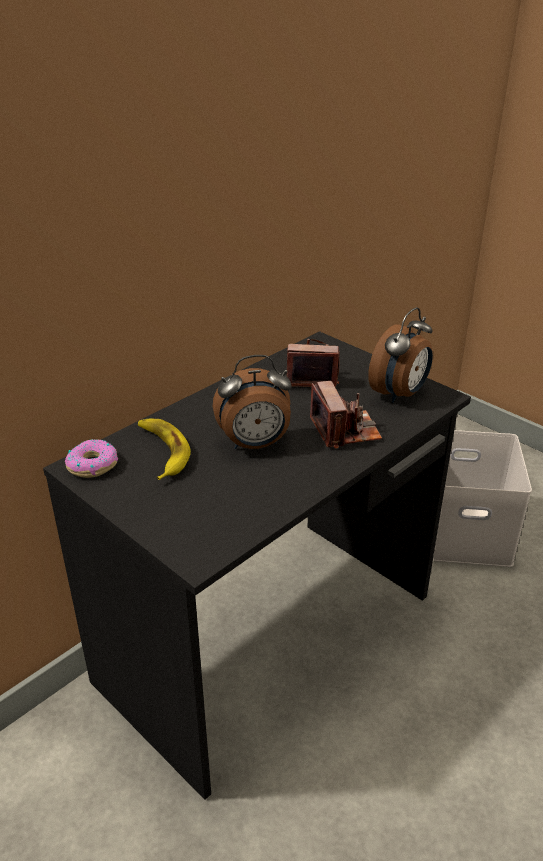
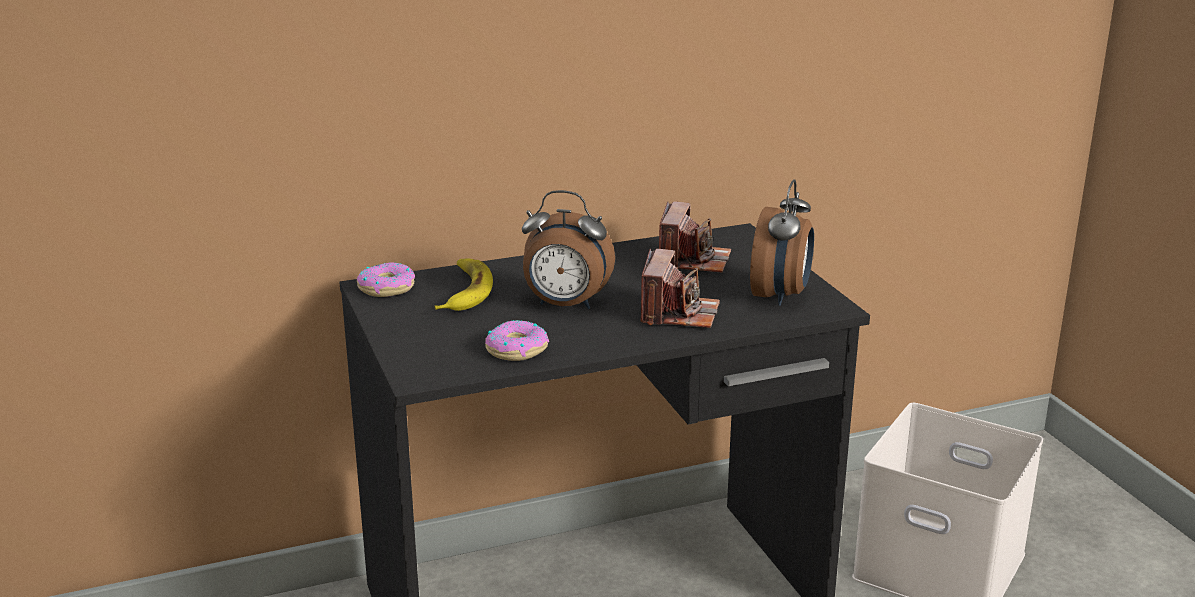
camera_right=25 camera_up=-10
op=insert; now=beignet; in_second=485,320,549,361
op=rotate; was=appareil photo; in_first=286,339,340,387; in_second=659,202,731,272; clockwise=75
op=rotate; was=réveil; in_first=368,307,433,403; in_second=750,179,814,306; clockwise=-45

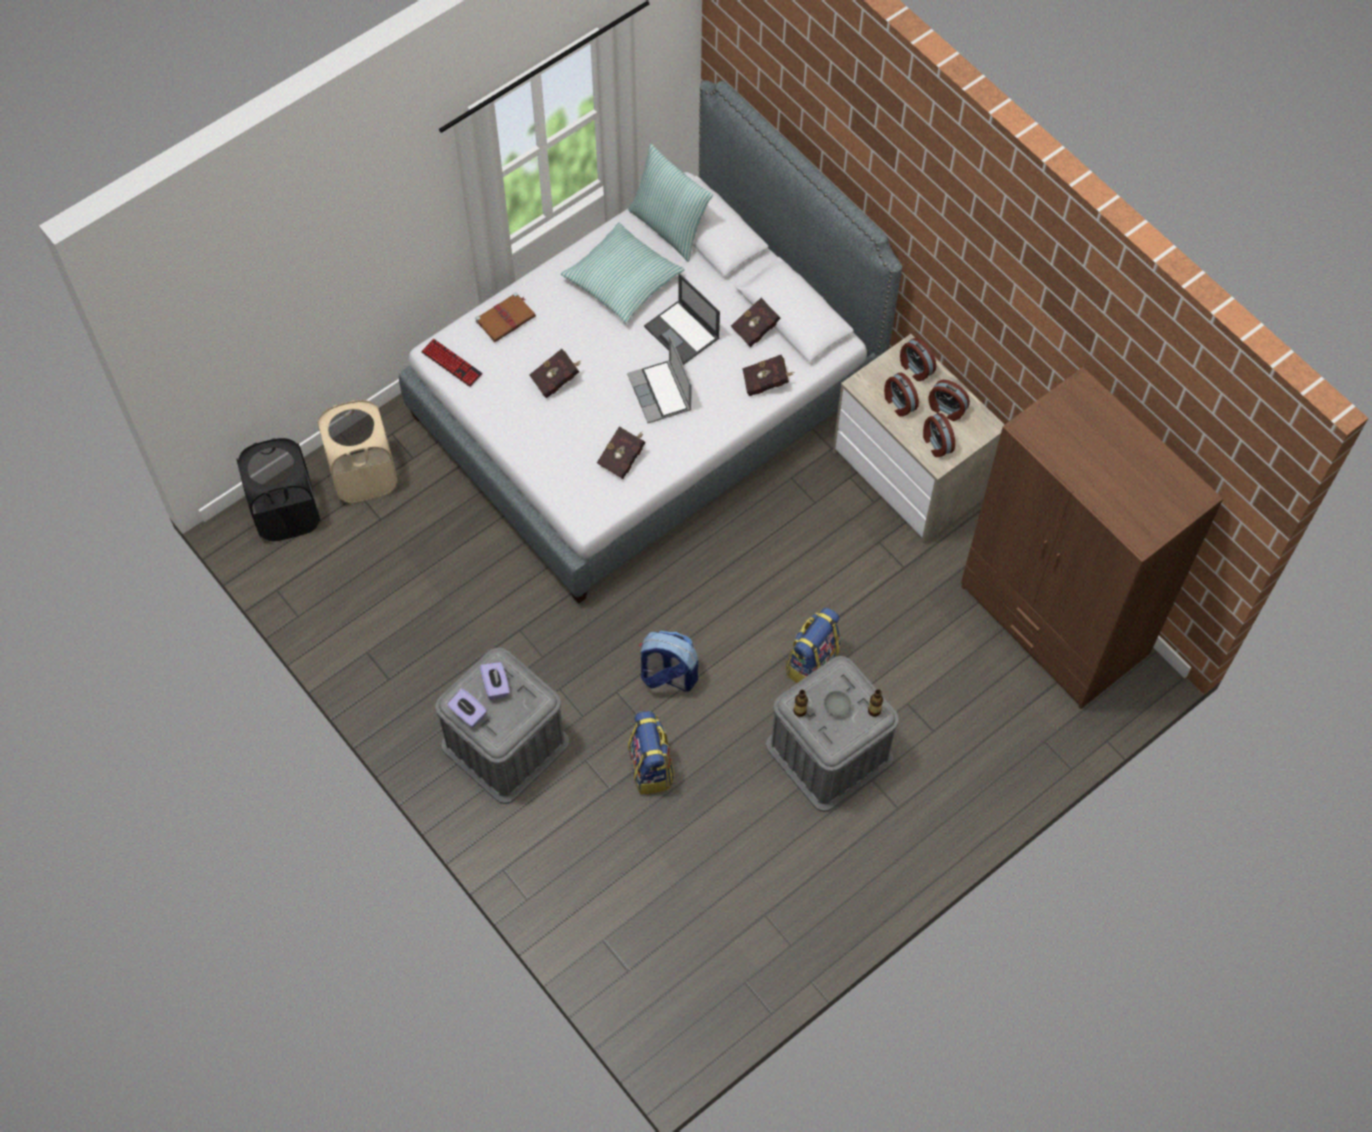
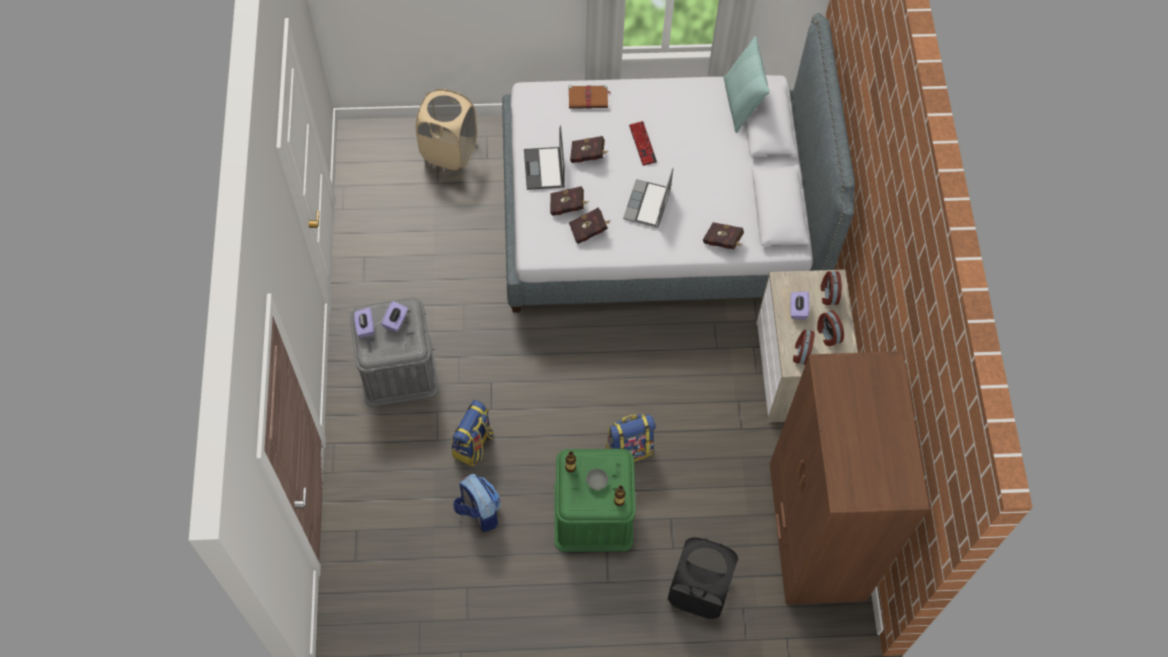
camera_right=35 camera_up=0
op=delete; was=coussin; in_first=561,223,685,323
op=move; was=panier à linge [noir]; in_first=237,438,321,541; in_second=668,537,738,619
op=move; was=clavier; in_first=421,339,483,387; in_second=629,121,657,166
op=move; was=sac à dos; in_first=639,631,698,692; in_second=454,474,501,532
op=move; was=ordinateur portable; in_first=644,273,720,365; in_second=524,126,565,190
op=move; was=livre [rouge]; in_first=731,298,780,347; in_second=550,186,590,216
op=replace; was=réveil; now=boîte à mouchoirs [violet]; in_first=884,372,919,417; in_second=790,291,809,320
op=recolor; was=boîte de rangement [gris]; now=boîte de rangement [vert]; in_first=766,656,899,812; in_second=555,449,636,552

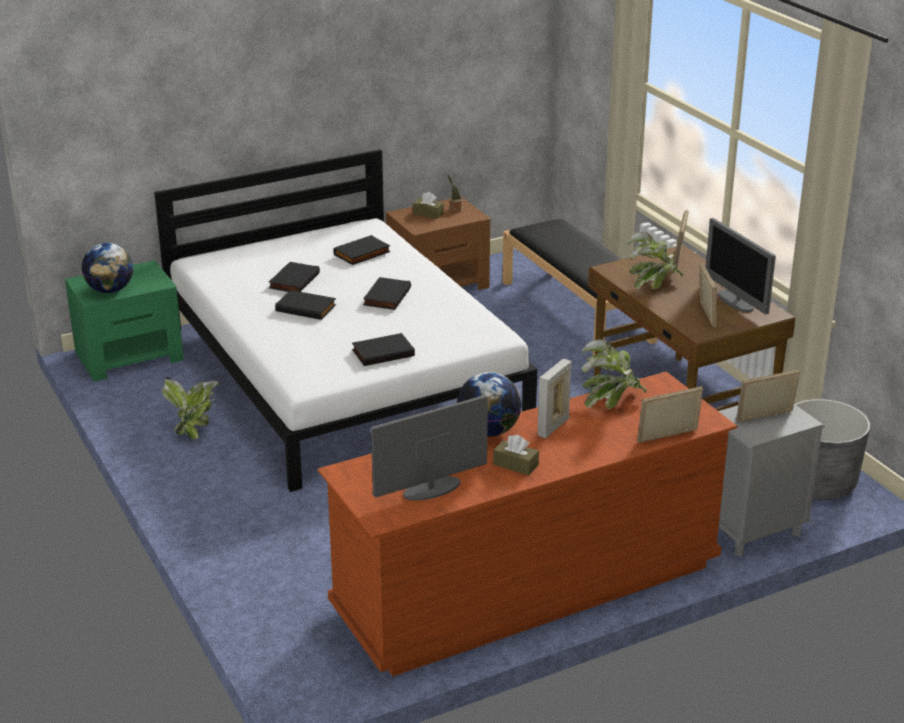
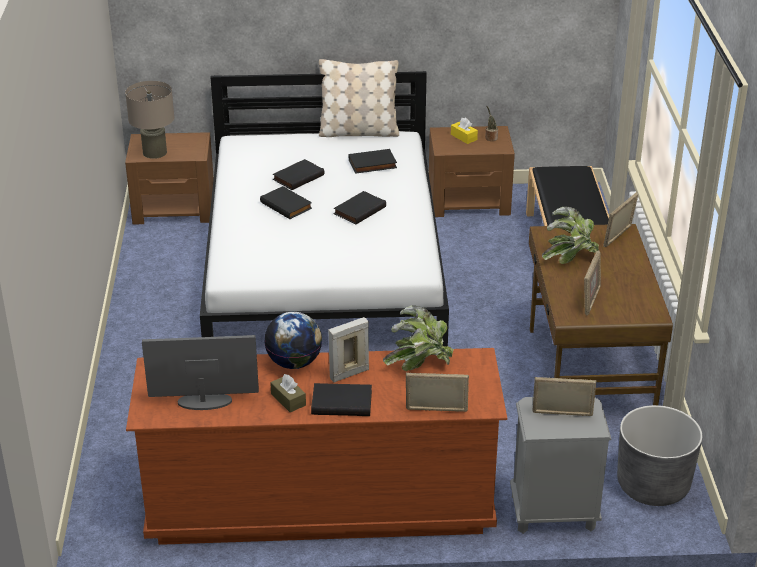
camera_right=25 camera_up=5
op=delete; was=plante en pot; in_first=162,377,219,439
op=delete; was=écran d'ordinateur; in_first=705,218,776,315
op=insert; now=coussin [beige]; in_second=319,59,399,137
op=move; was=livre [noir]; in_first=352,333,415,366; in_second=311,383,372,416
op=replace; was=globe; now=lampe de table [beige]; in_first=82,243,133,293; in_second=125,81,174,159
op=recolor; was=table de chevet [vert]; now=table de chevet [marron]; in_first=65,260,184,381; in_second=125,132,214,224
op=recolor; was=boîte à mouchoirs [marron]; now=boîte à mouchoirs [jaune]; in_first=413,192,444,219; in_second=451,118,478,144

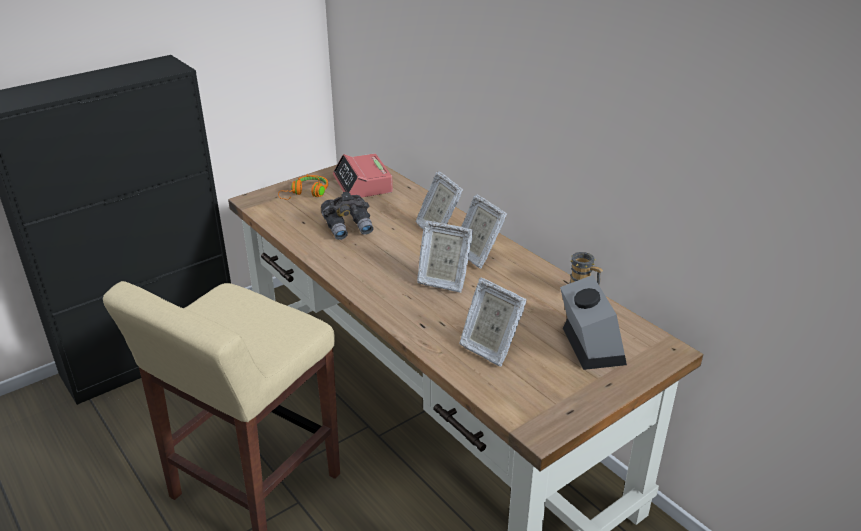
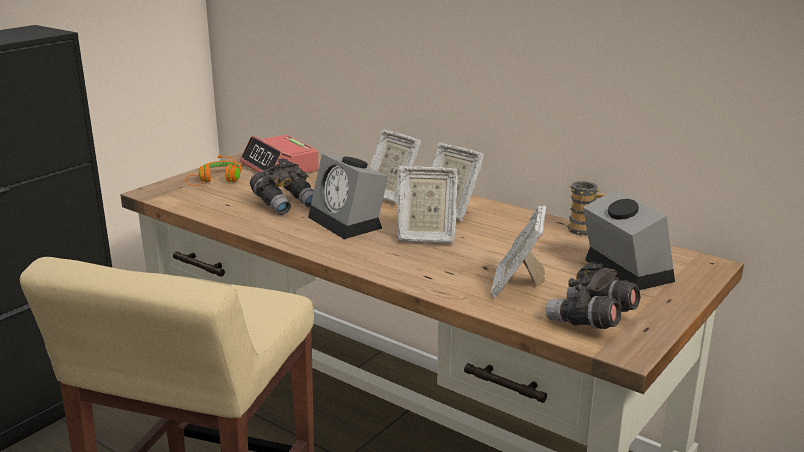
camera_right=-15 camera_up=-10
op=insert; now=réveil; in_second=308,154,388,239
op=insert; now=jumelles [gris]; in_second=546,262,641,329
op=rotate; was=cadre photo; in_first=459,278,527,366; in_second=491,205,546,298; clockwise=75

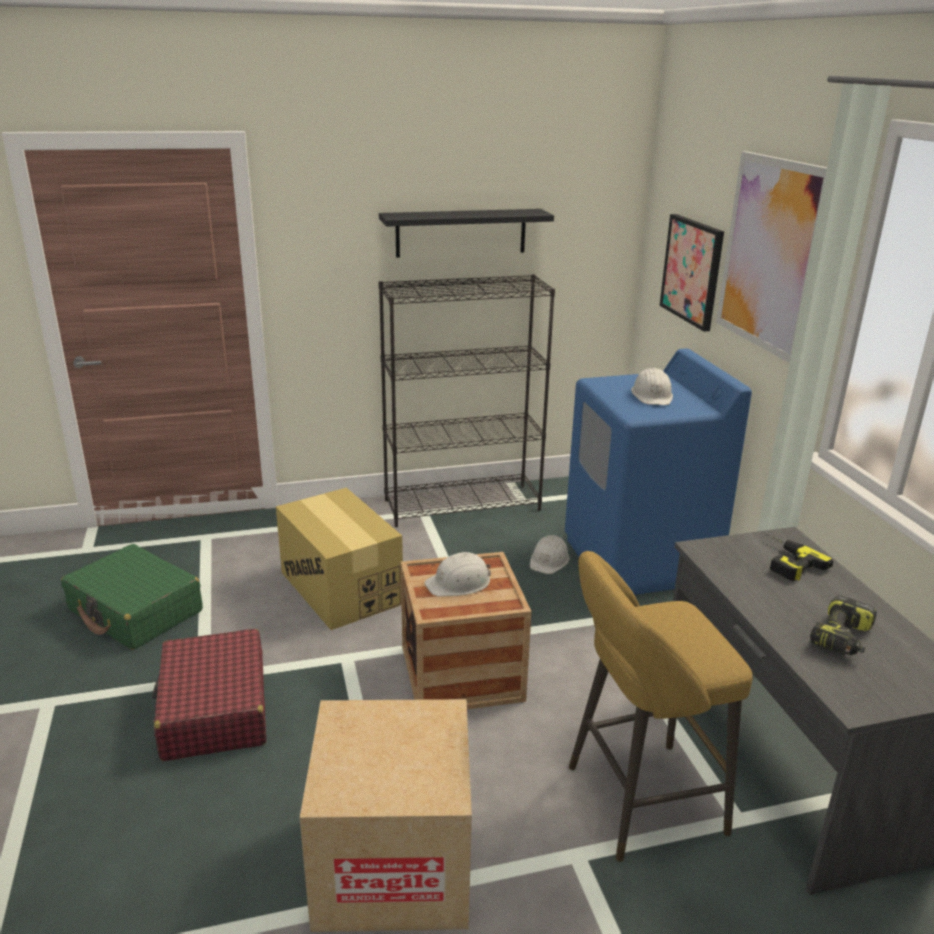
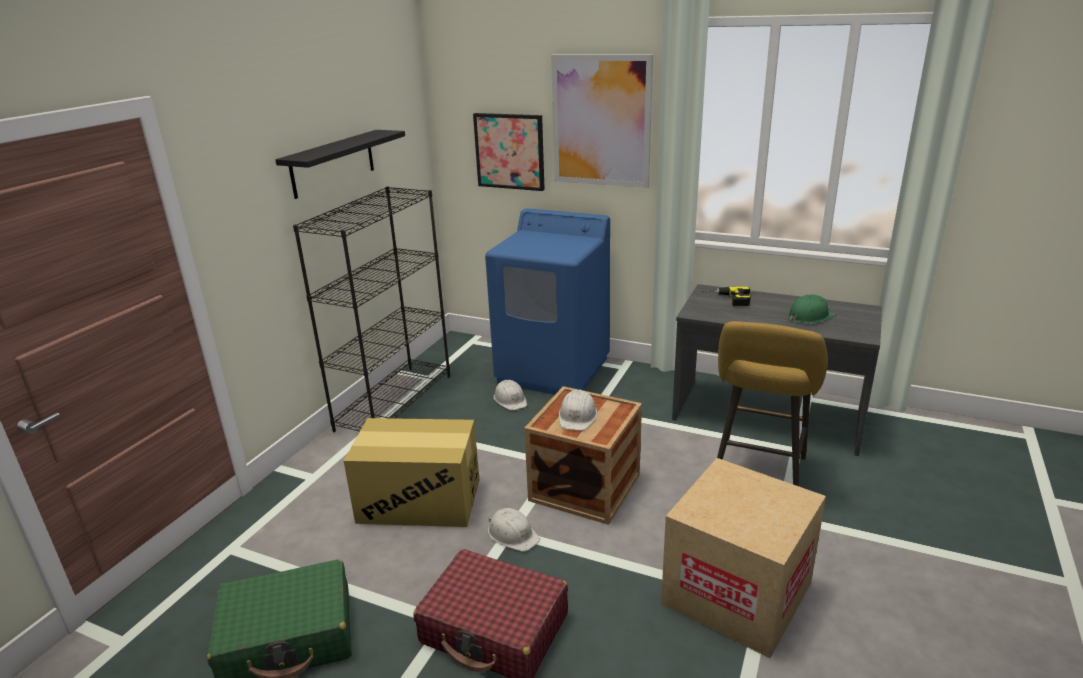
camera_right=-50 camera_up=0
op=move; was=casque de chantier [blanc]; in_first=631,368,673,405; in_second=488,508,540,552
op=replace; was=perceuse; now=casque de chantier [vert]; in_first=810,596,877,655; in_second=788,294,835,323

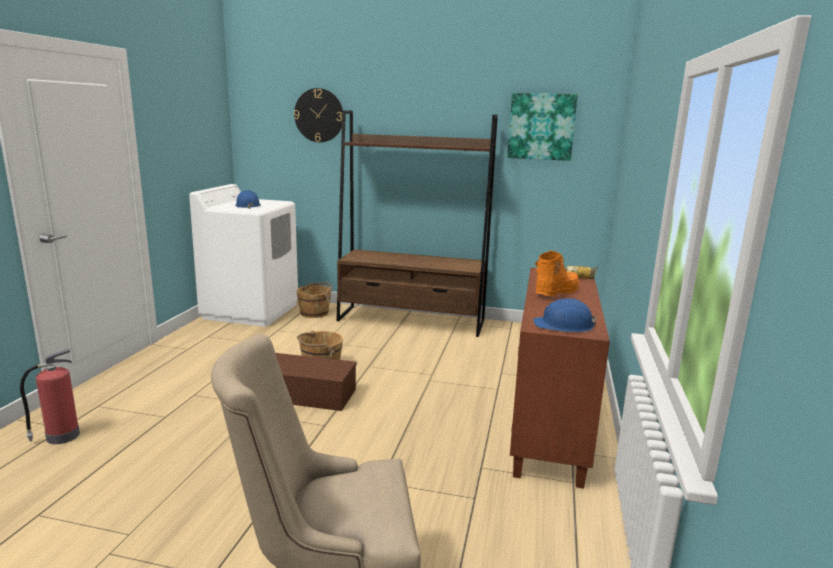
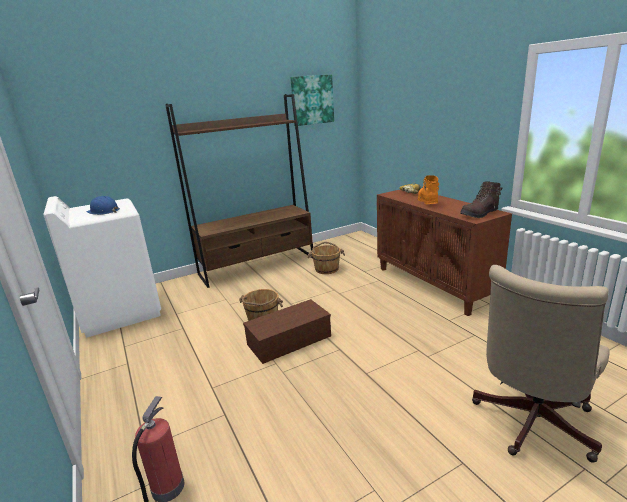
camera_right=-40 camera_up=5
op=delete; was=horloge murale; in_first=294,88,343,142
op=move; was=seau [marron]; in_first=296,282,332,318; in_second=308,242,345,274
op=replace; was=casque de chantier [bleu]; now=botte [marron]; in_first=533,298,597,332; in_second=460,181,502,218

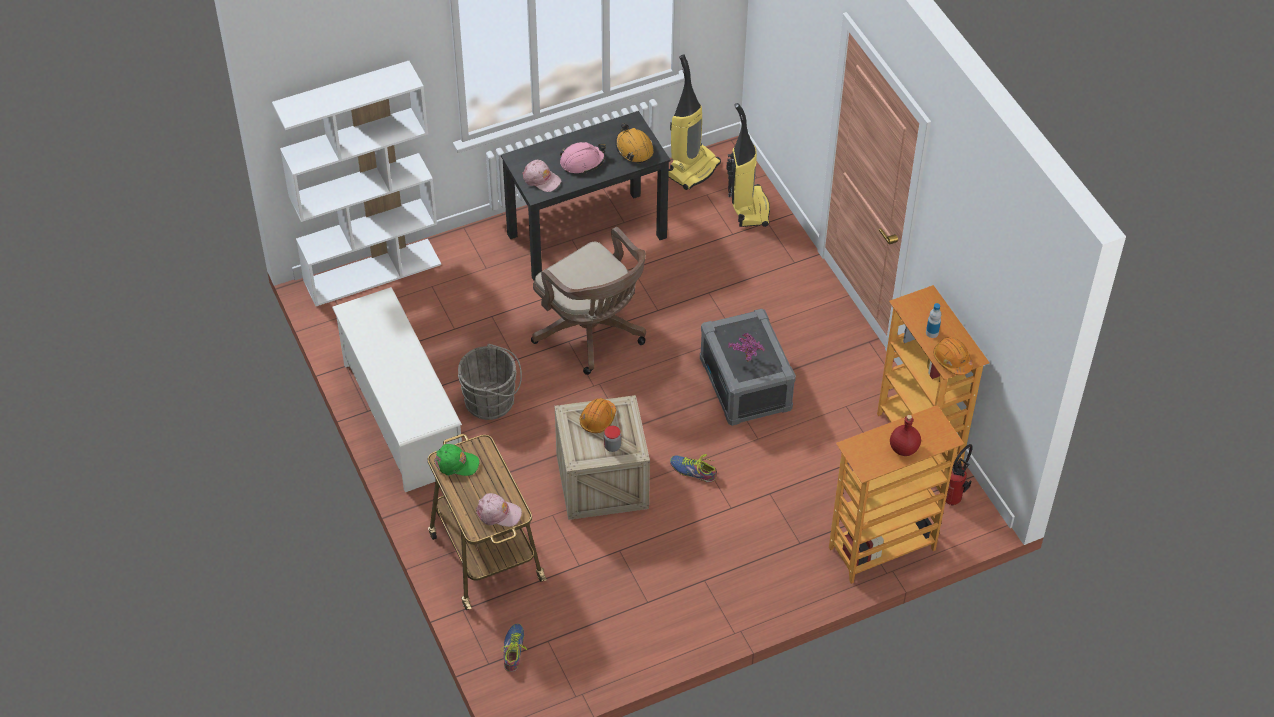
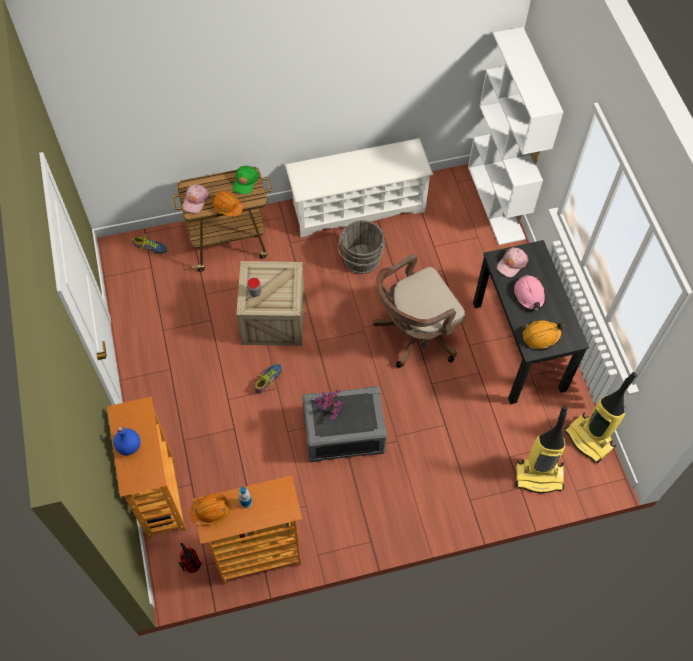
camera_right=100 camera_up=10
op=move; was=casque de chantier [orange]; in_first=580,398,616,433; in_second=212,191,243,217
op=recolor; was=bouteille [rouge]; now=bouteille [bleu]; in_first=890,415,921,456; in_second=113,426,141,455

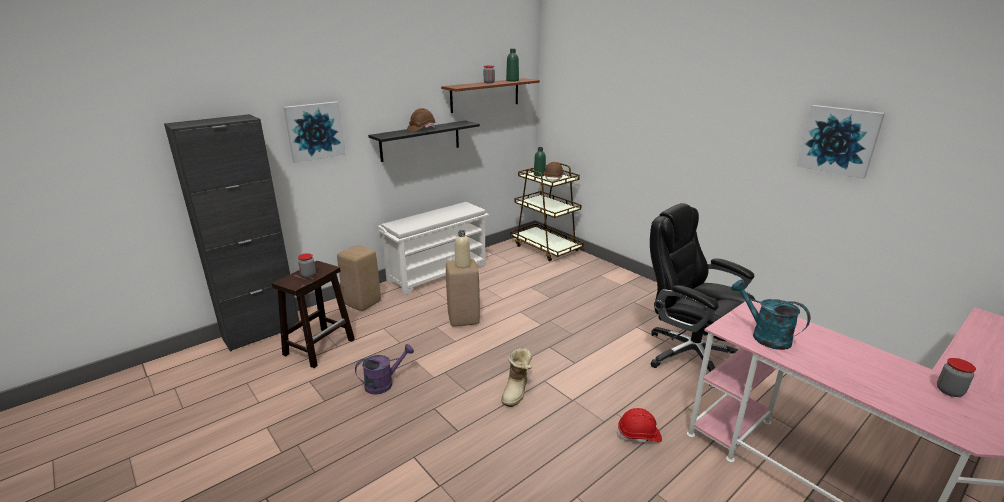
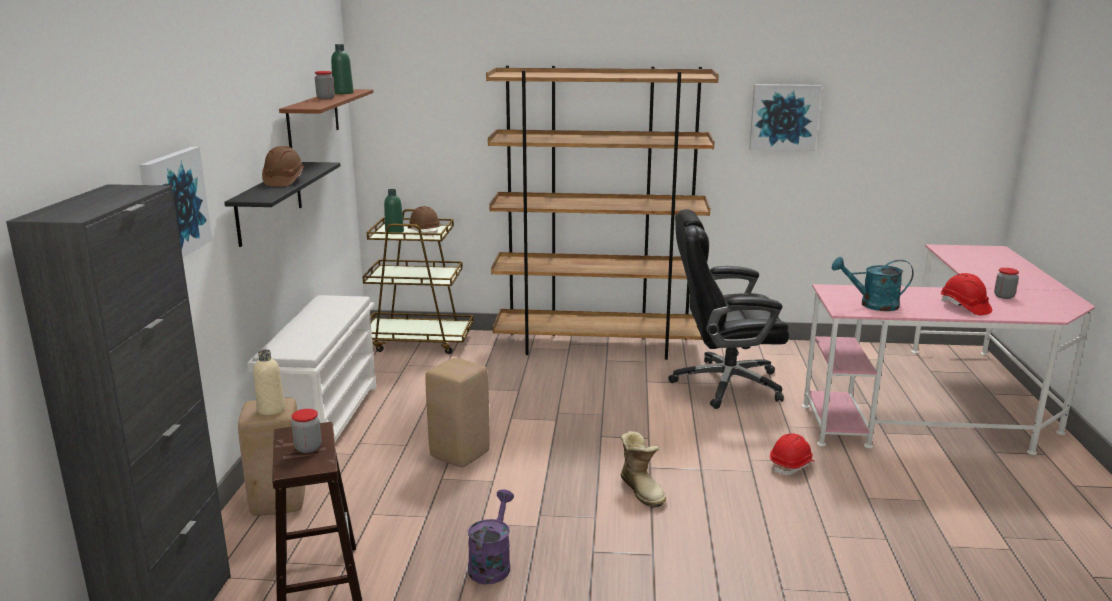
camera_right=-45 camera_up=-5
op=insert; now=bibliothèque [marron]; in_second=486,66,719,360
op=insert; now=casque de chantier [rouge]; in_second=941,273,992,315
op=move; was=bouteille [beige]; in_first=455,230,471,268; in_second=253,349,285,415

